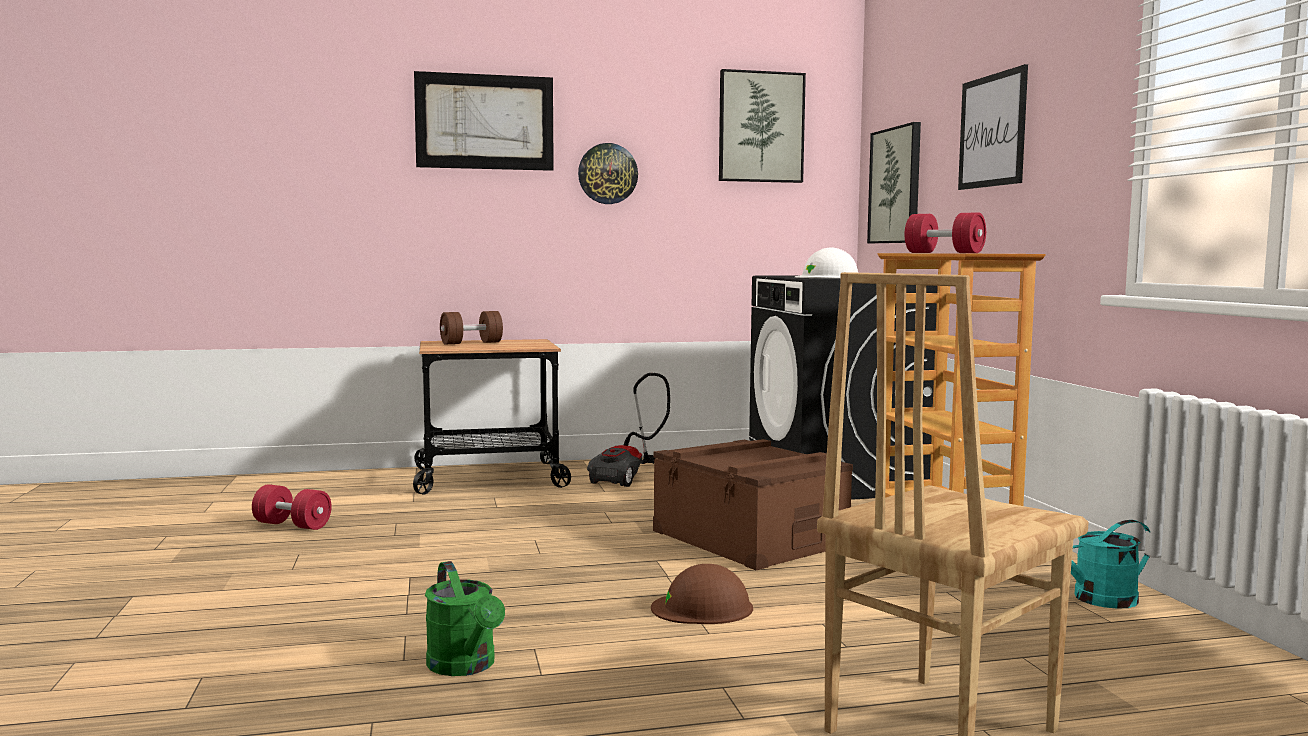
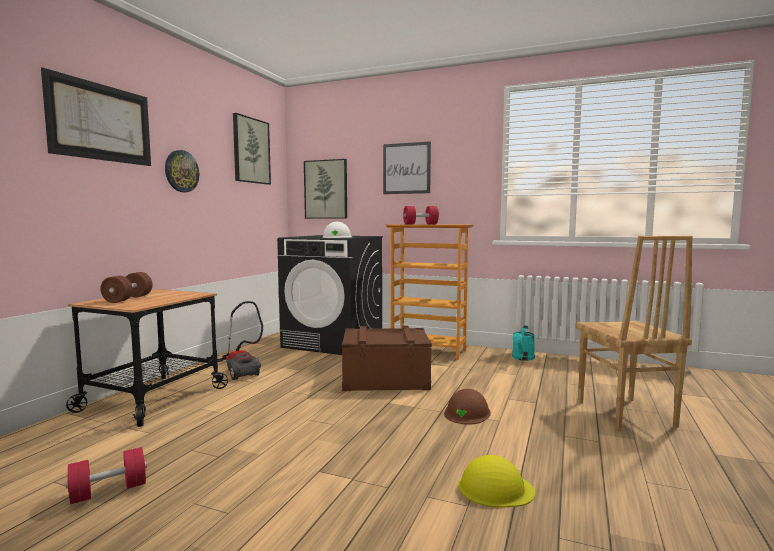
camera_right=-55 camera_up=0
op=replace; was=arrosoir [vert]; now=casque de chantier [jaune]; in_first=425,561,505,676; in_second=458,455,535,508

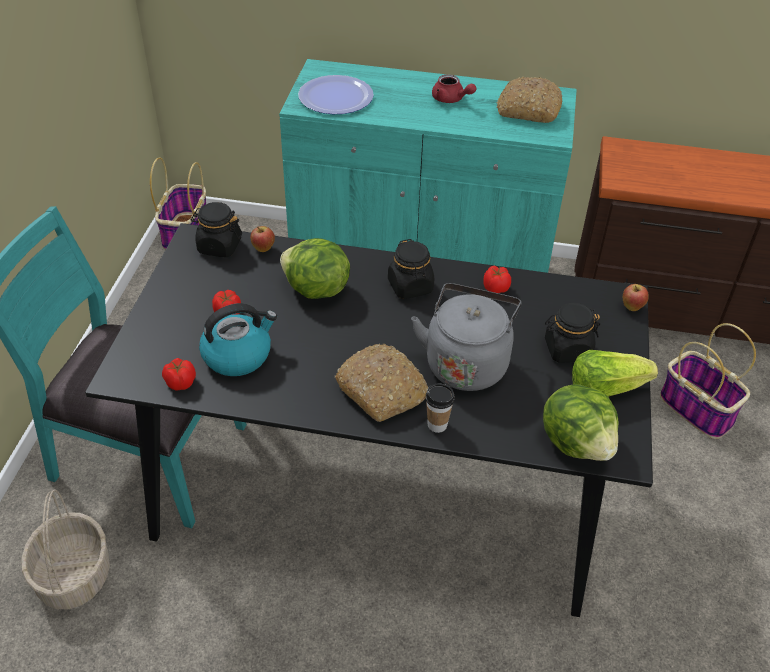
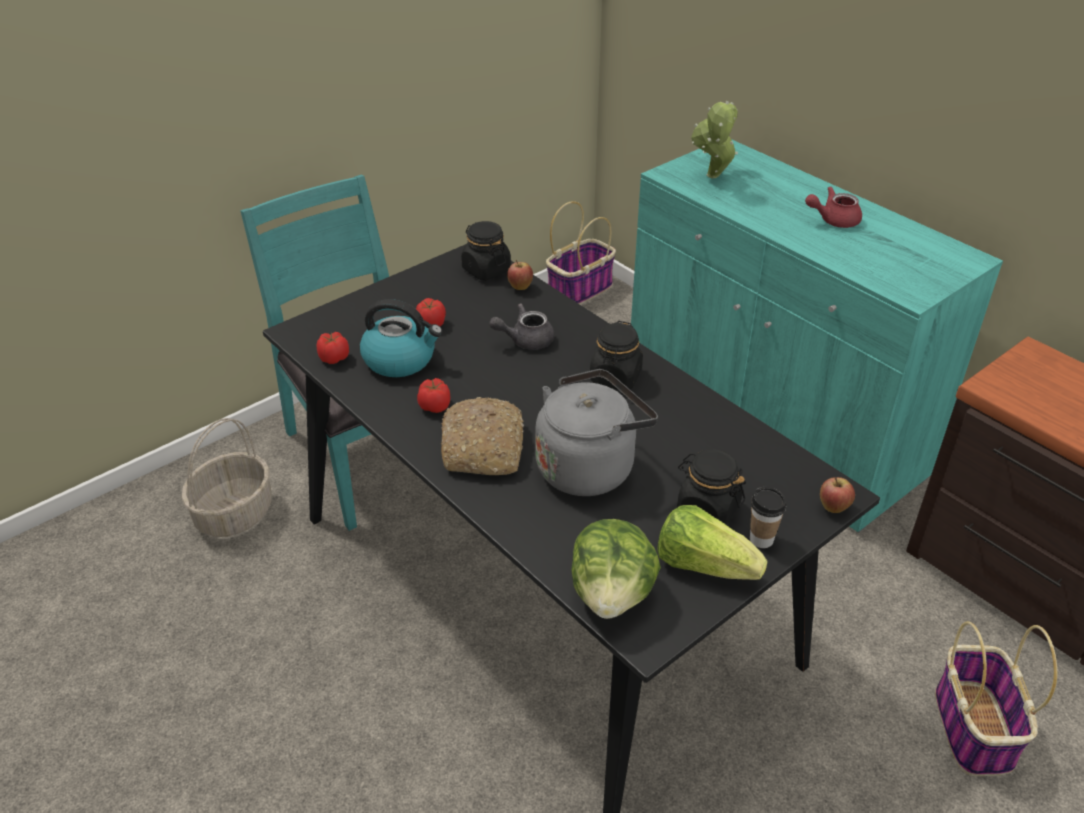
camera_right=40 camera_up=-5
op=delete; was=pain; in_first=497,77,562,123
op=move; was=tasse; in_first=426,384,455,433; in_second=750,487,786,548
op=move; was=tomate; in_first=483,266,511,293; in_second=417,378,450,413
op=replace; was=laitue; now=théière [gris]; in_first=280,238,350,299; in_second=489,303,554,350
op=replace; was=assiette; now=plante en pot; in_first=298,75,374,114; in_second=691,101,738,179
op=rotate; was=théière [rouge]; in_first=432,74,476,103; in_second=805,186,862,228; clockwise=90

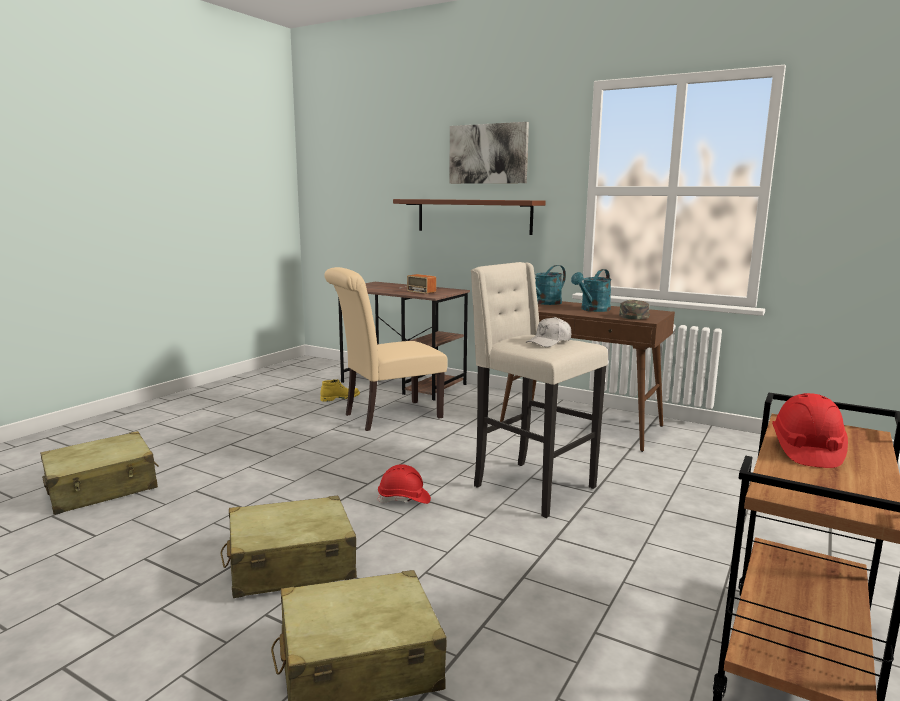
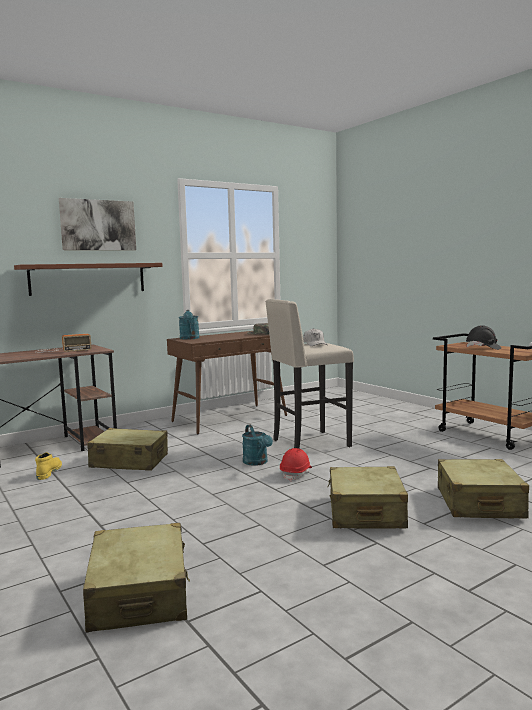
camera_right=-65 camera_up=-5
op=move; was=arrosoir [turquoise]; in_first=571,269,612,312; in_second=242,425,273,466
op=replace; was=chaise [beige]; now=valise [beige]; in_first=324,267,448,431; in_second=87,428,168,471
op=recolor; was=casque de chantier [rouge]; now=casque de chantier [noir]; in_first=772,393,848,468; in_second=466,325,501,350

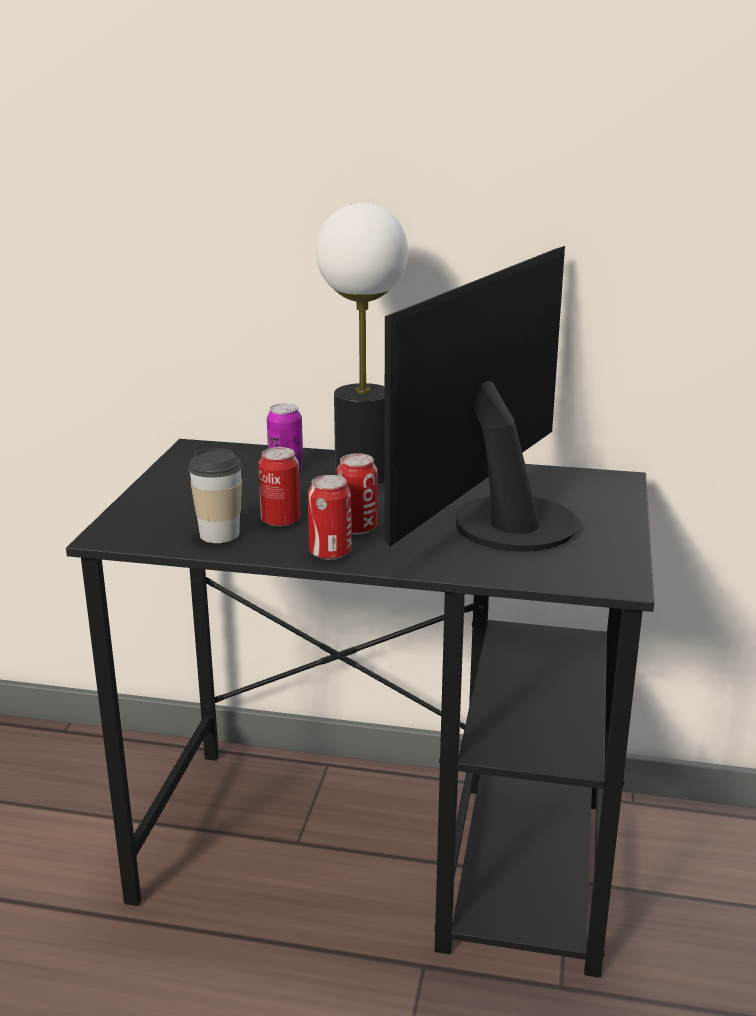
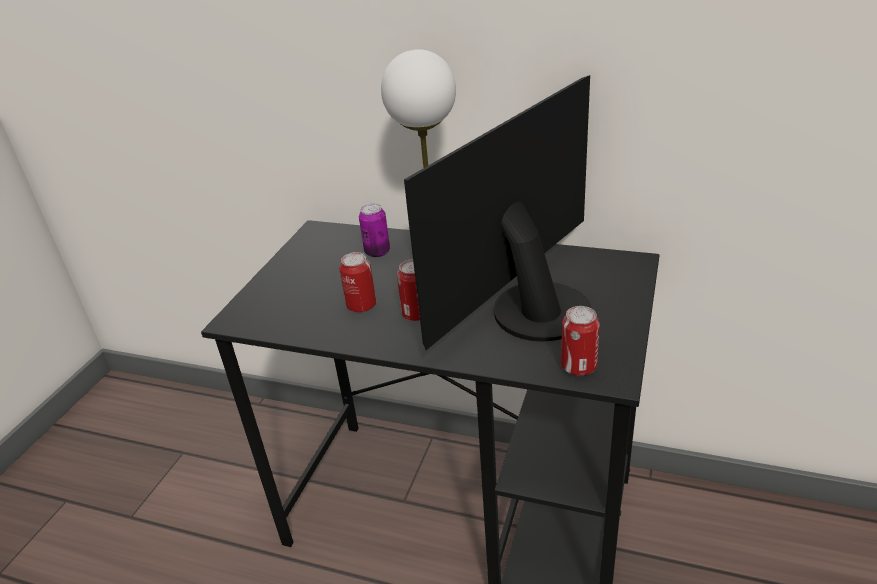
camera_right=10 camera_up=10
op=delete; was=tasse; in_first=188,448,243,543
op=move; was=boîte métallique; in_first=308,475,352,560; in_second=561,306,600,375

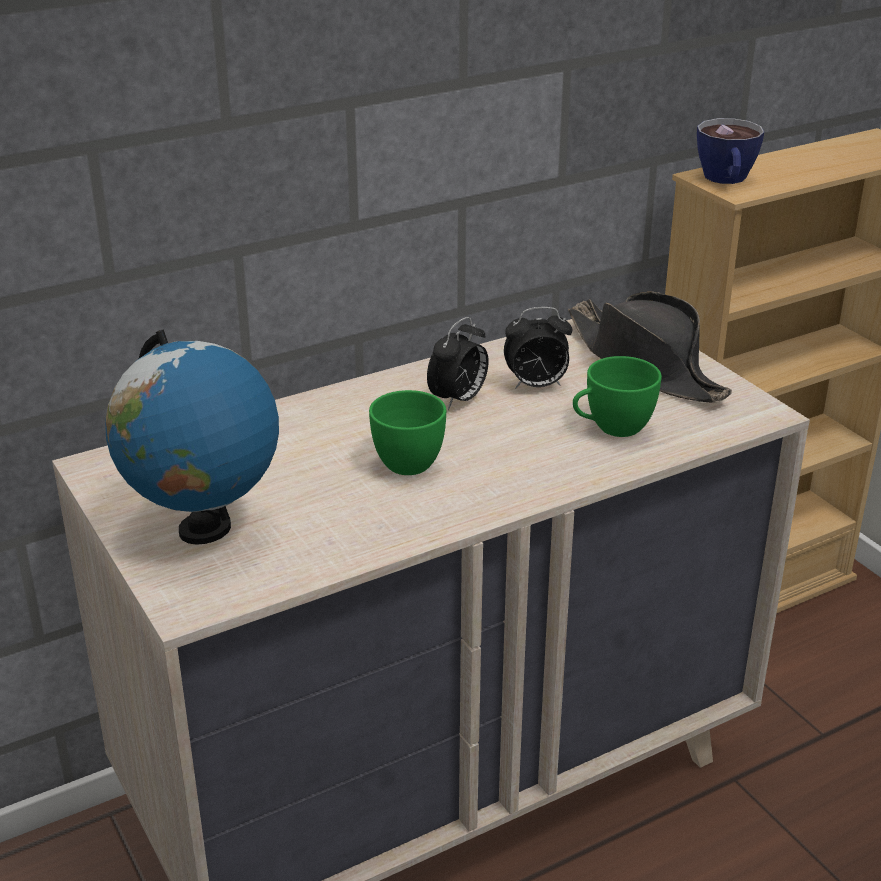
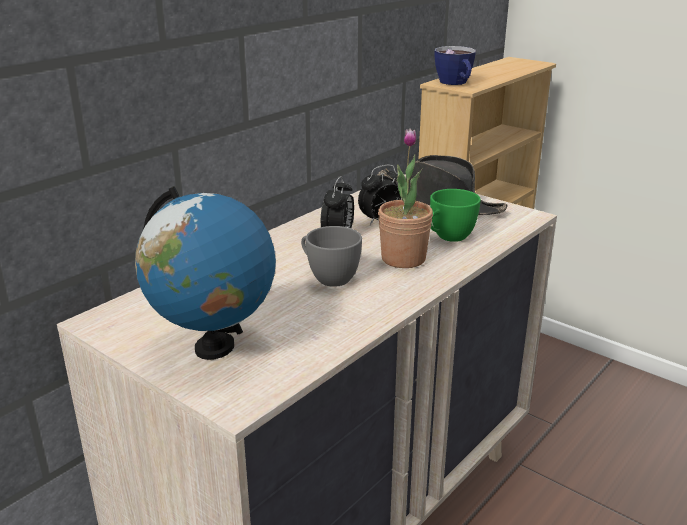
camera_right=-20 camera_up=-5
op=insert; now=plante en pot; in_second=378,128,433,268
op=recolor; was=tasse [vert]; now=tasse [gris]; in_first=369,390,446,475; in_second=301,226,362,287

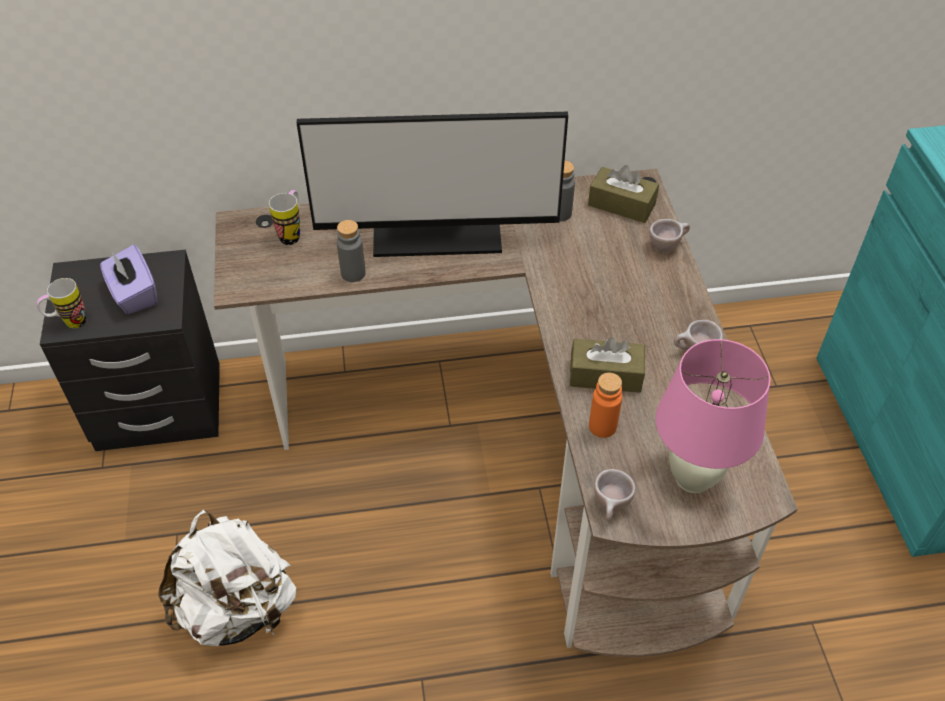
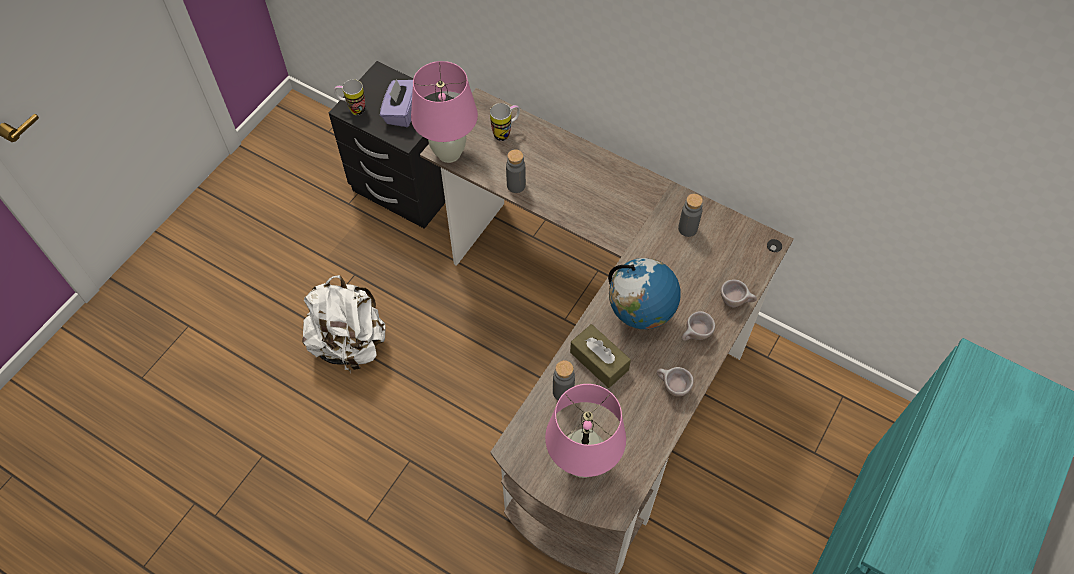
camera_right=40 camera_up=10
op=delete; was=écran d'ordinateur; in_first=296,112,568,257
op=delete; was=boîte à mouchoirs [marron]; in_first=588,165,659,223
op=insert; now=lampe de table [rose]; in_second=411,61,478,163
op=insert; now=globe; in_second=608,258,681,329
op=move; was=tasse [beige]; in_first=594,469,635,521; in_second=681,311,715,341
op=recolor; was=bouteille [orange]; now=bouteille [gris]; in_first=589,373,622,438; in_second=553,360,575,400

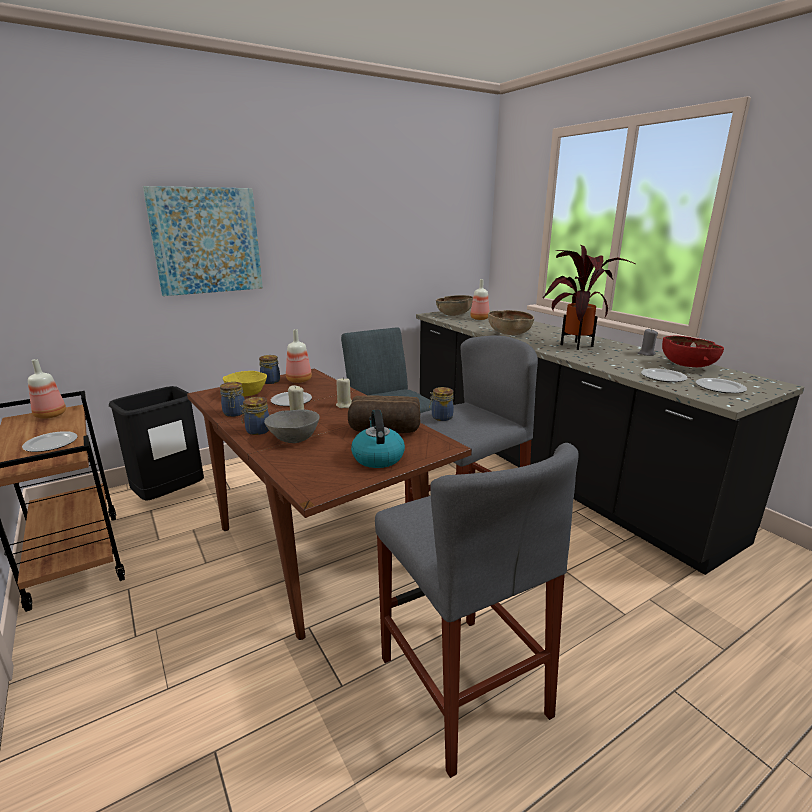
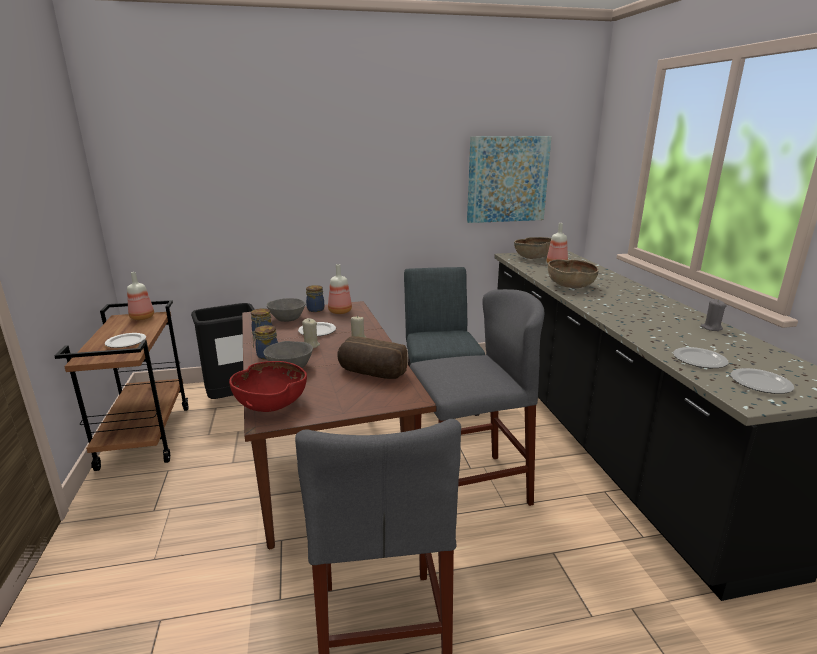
camera_right=20 camera_up=0
op=delete; was=bouilloire; in_first=351,410,405,468
op=delete; was=bocal; in_first=429,387,454,421
op=delete; was=plante en pot; in_first=543,245,637,350
op=move; was=tableau; in_first=143,186,263,296; in_second=467,136,552,223
op=move; was=bol [rouge]; in_first=662,336,724,367; in_second=229,361,307,412
op=recolor; was=bol [jaune]; now=bol [gris]; in_first=223,371,267,396; in_second=267,298,305,322

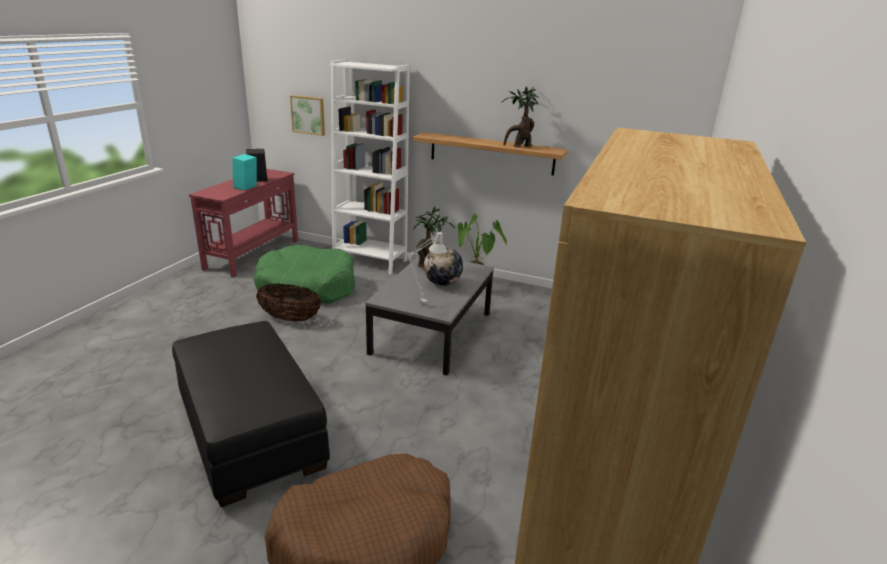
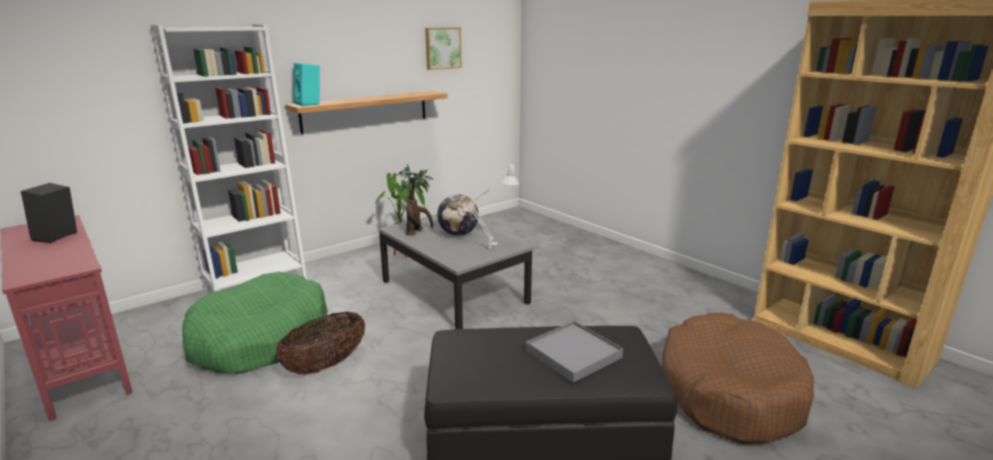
camera_right=-60 camera_up=-5
op=delete; was=plante en pot; in_first=501,87,538,148
op=insert; now=plateau [gris]; in_second=526,321,623,383
op=move; was=enceinte [turquoise]; in_first=233,154,257,191; in_second=294,63,320,106
op=move; was=tableau; in_first=290,95,325,136; in_second=425,27,462,70

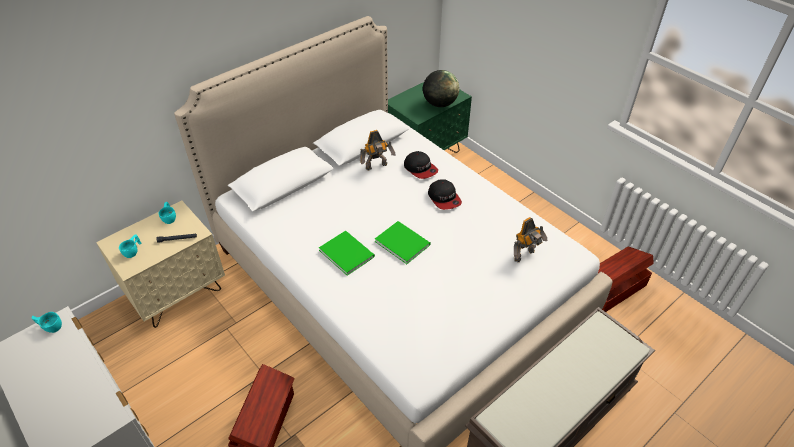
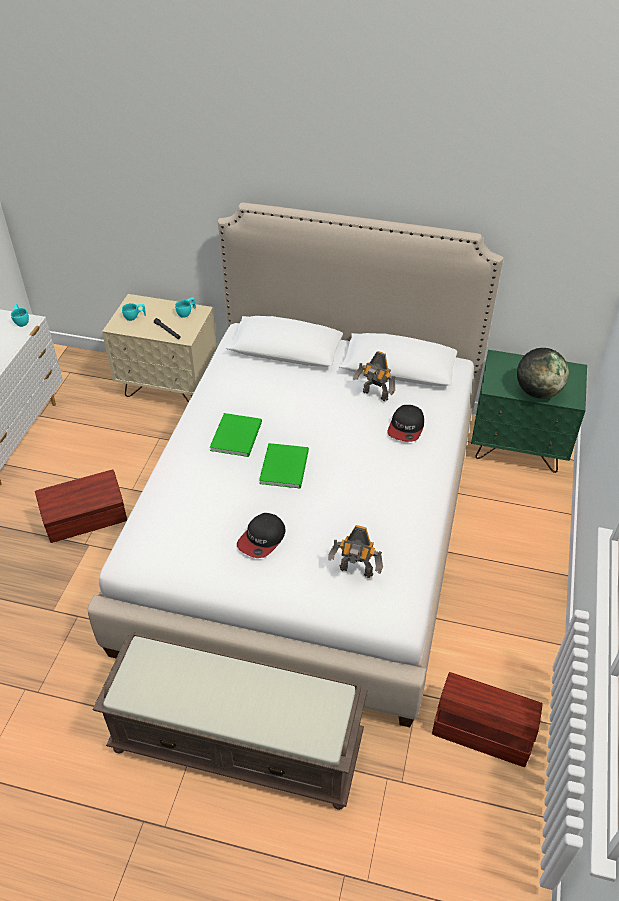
camera_right=55 camera_up=0
op=move; was=casquette; in_first=428,179,462,210; in_second=237,513,286,558

